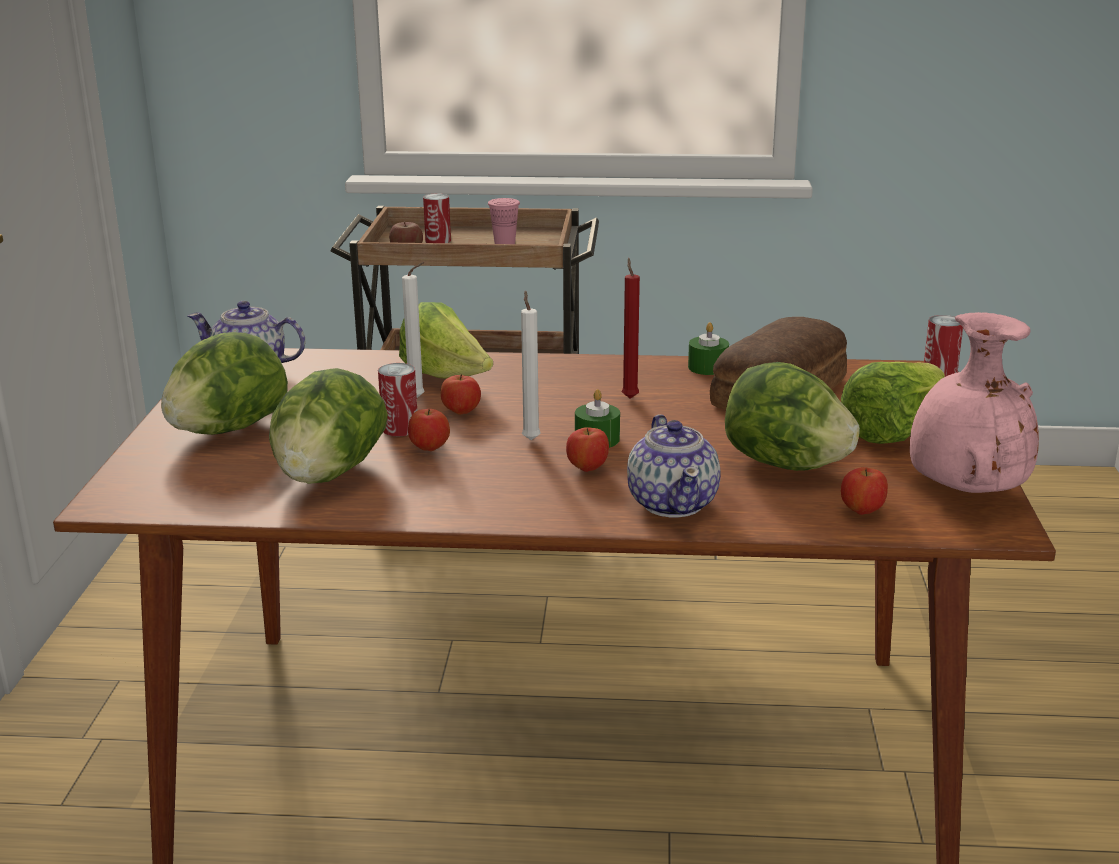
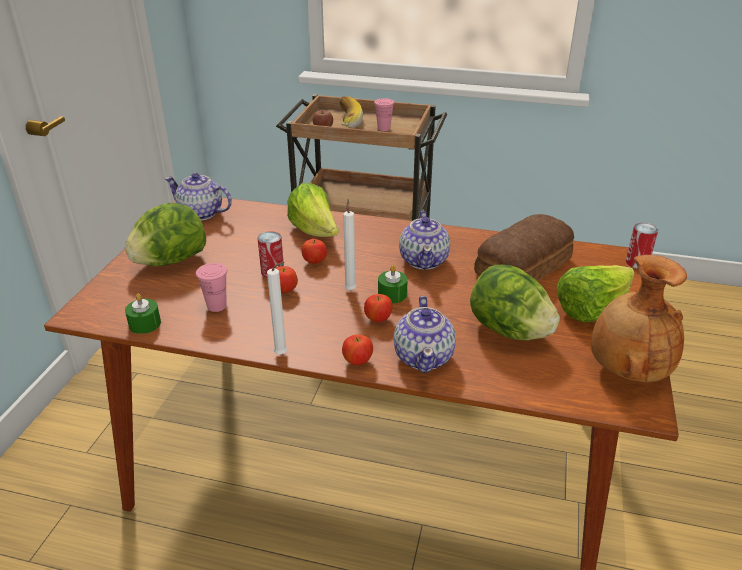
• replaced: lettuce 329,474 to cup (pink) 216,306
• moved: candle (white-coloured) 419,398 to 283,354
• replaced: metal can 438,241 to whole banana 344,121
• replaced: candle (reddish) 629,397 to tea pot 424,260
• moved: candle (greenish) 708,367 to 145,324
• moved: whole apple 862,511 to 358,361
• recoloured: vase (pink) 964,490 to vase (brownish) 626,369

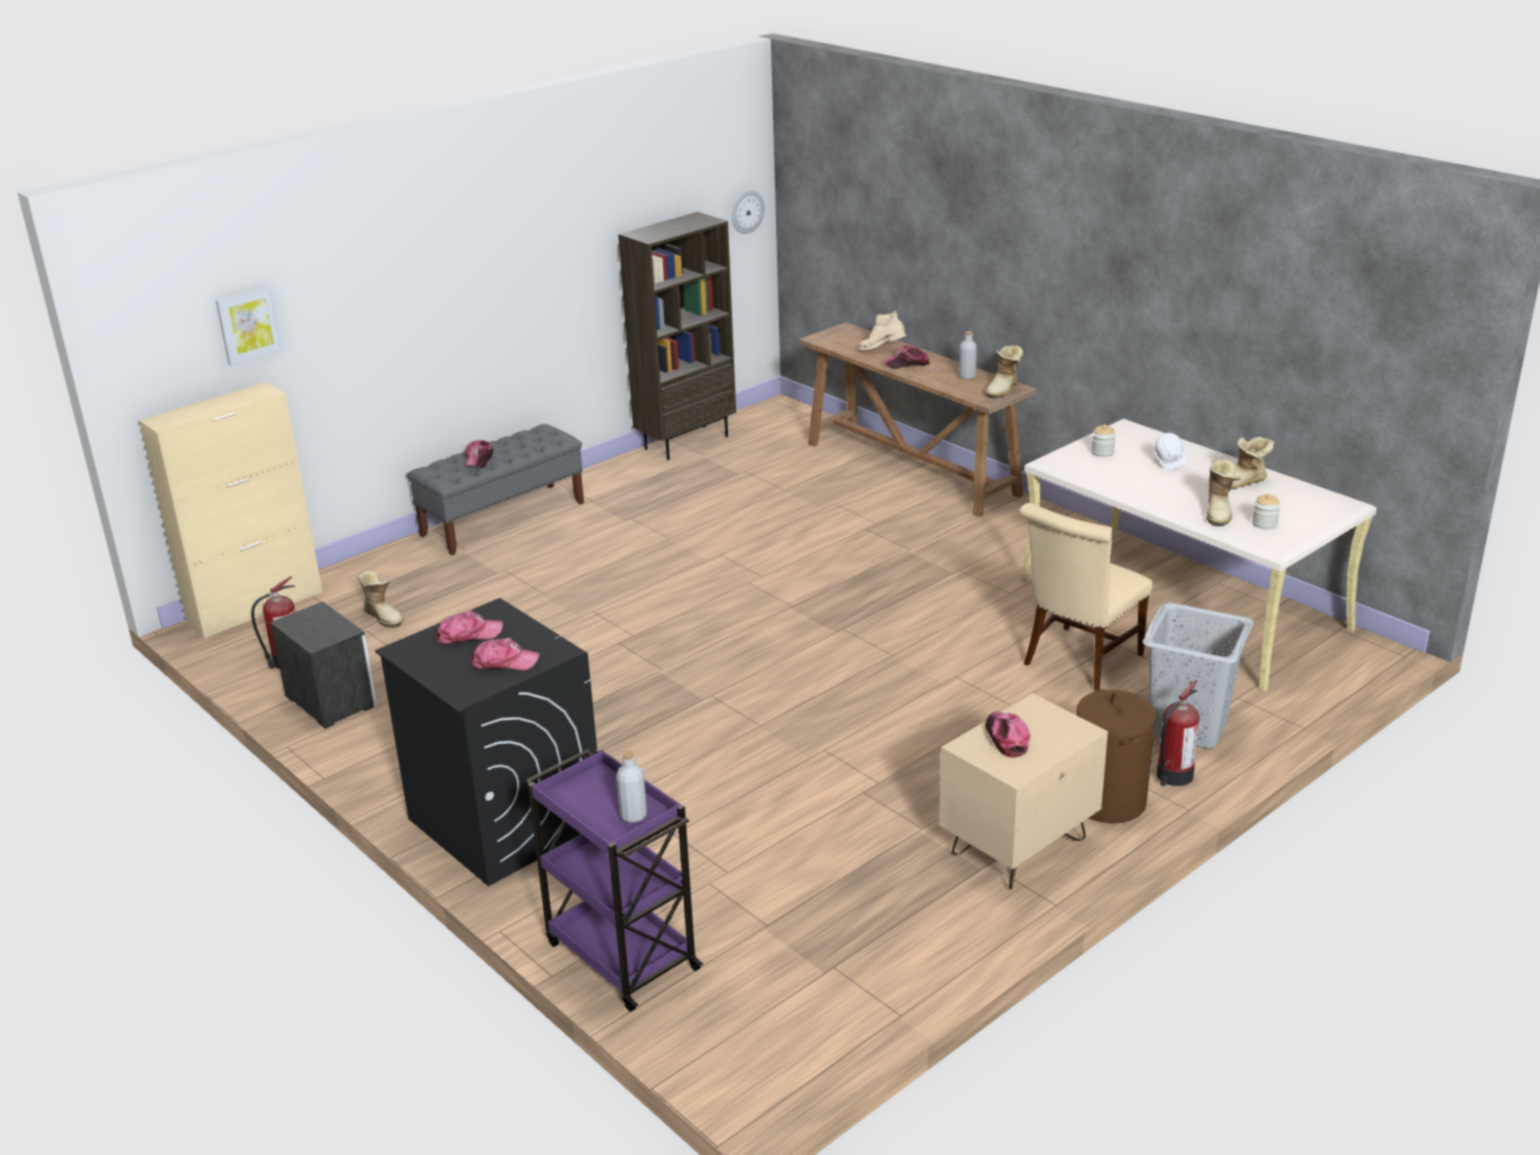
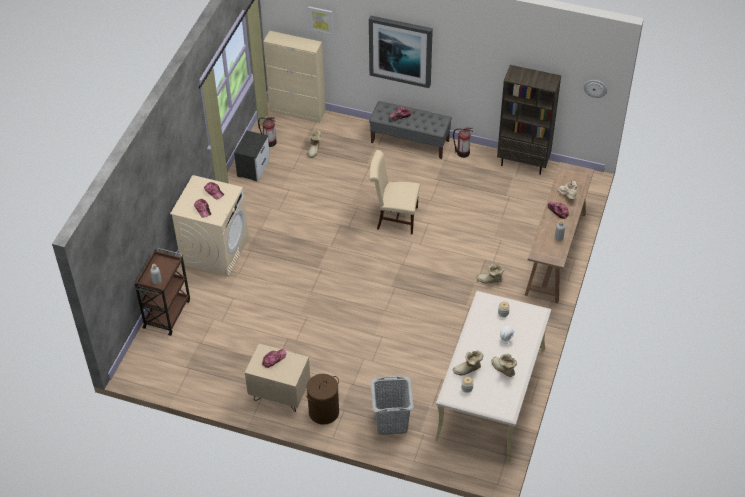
• recoloured: laundry appliance (blackish) 504,821 to laundry appliance (beige-coloured) 215,251
• recoloured: trolley (purple-coloured) 620,954 to trolley (brownish) 167,313
• moved: boot 1004,390 to 490,280
• moved: upright chair (beige-coloured) 1078,662 to 394,218
• moved: fire extinguisher 1173,776 to 462,152
• added: wall picture 401,50

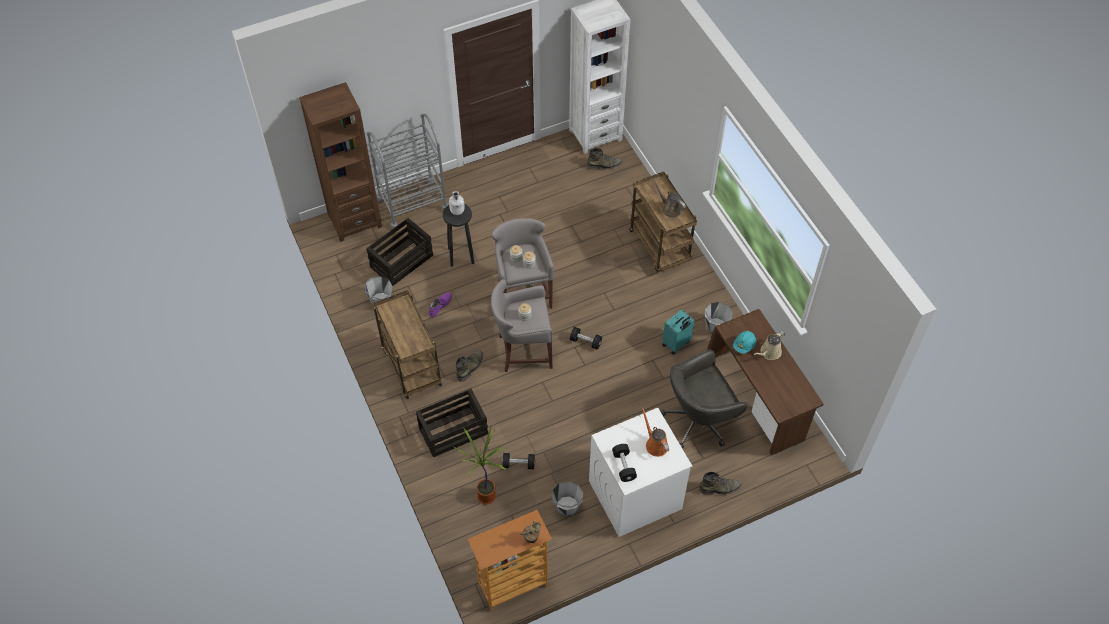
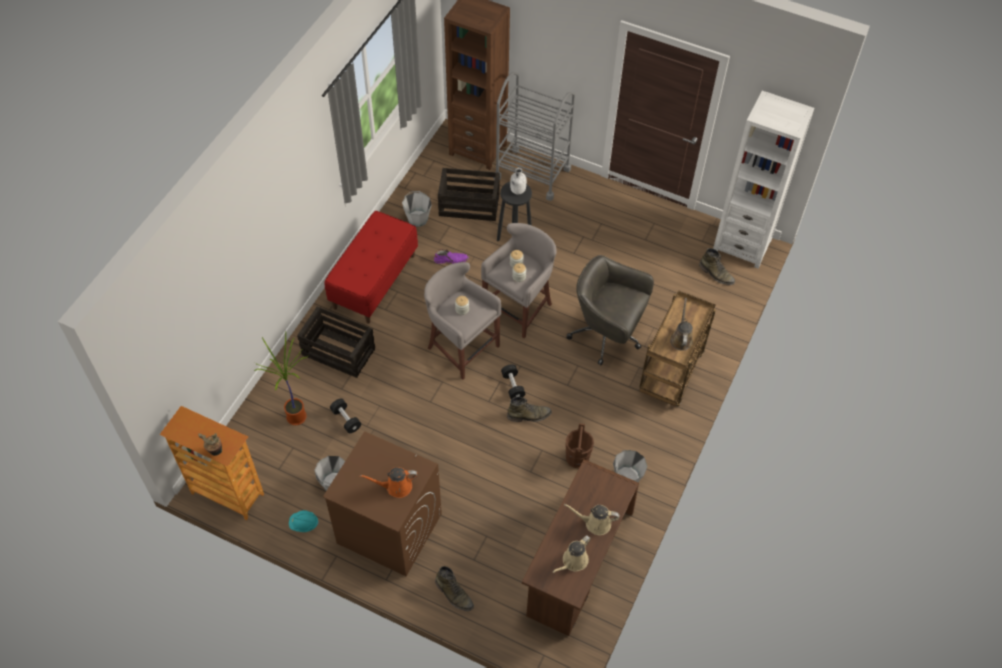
• replaced: trolley (brownish) 410,366 to bench (reddish) 374,281
• moved: boot (greenish) 470,367 to 529,415
• recoloured: laundry appliance (white-coloured) 634,495 to laundry appliance (brownish) 388,528
• removed: hand weight (blackish) 624,466
• turned: sprinkling can (orange) 655,444 = 396,487 120 degrees counterclockwise
• moved: office chair (gray) 699,420 to 607,335
• replaced: travel case (turquoise) 676,344 to water bucket (brownish) 577,458
• moved: hard hat (turquoise) 744,345 to 304,524
• added: sprinkling can (beige-coloured) 573,561

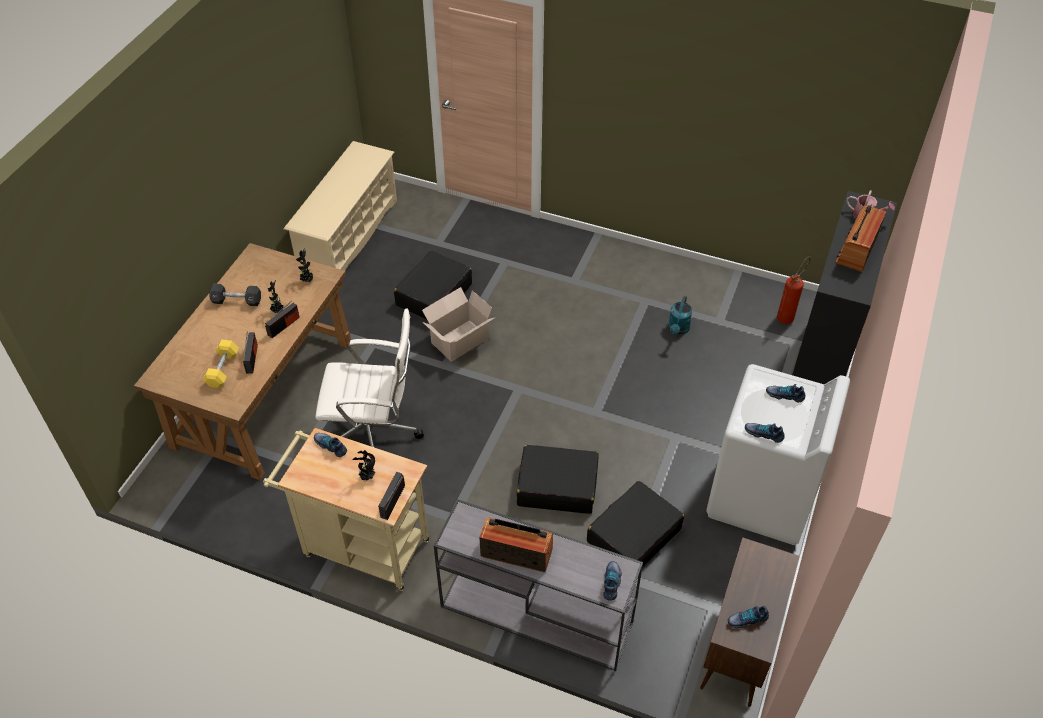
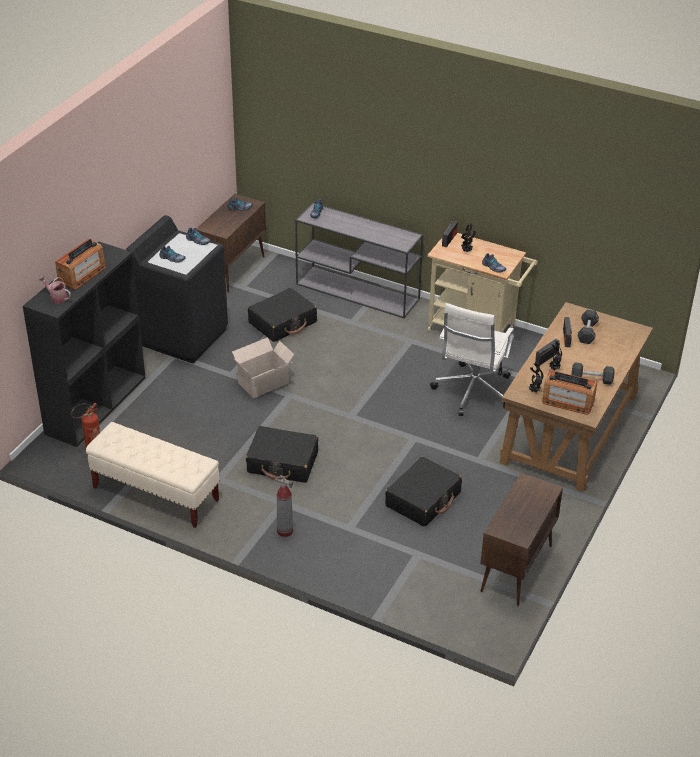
• recoloured: hand weight (yellowish) 223,369 to hand weight (blackish) 587,332
• replaced: shoe stand (beige-coloured) 348,236 to storage cabinet (brownish) 516,569
• turned: office chair (white-coloured) 374,435 = 472,392 75 degrees counterclockwise
• moved: cardboard box 458,341 to 265,383
• moved: radio 516,552 to 567,402
• moved: travel case (blackish) 557,486 to 283,462
• removed: sprinkling can (turquoise) 678,329
• recoloured: laundry appliance (white-coloured) 761,497 to laundry appliance (blackish) 182,336
• added: bench (beige-coloured) 155,494
• added: fire extinguisher 284,531

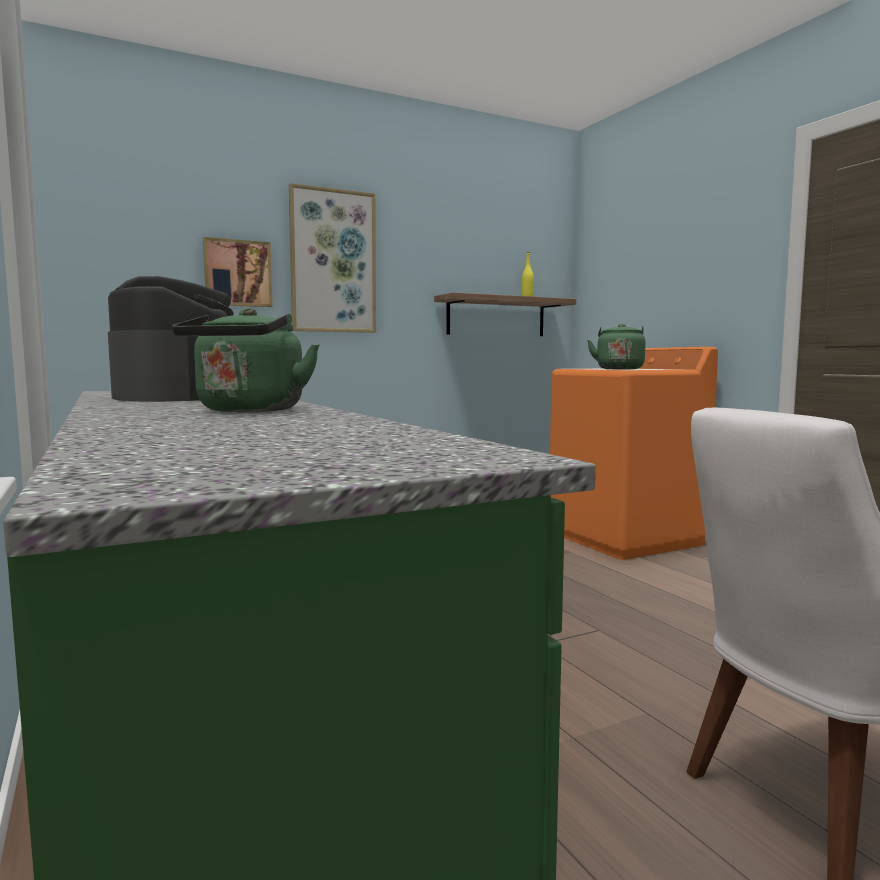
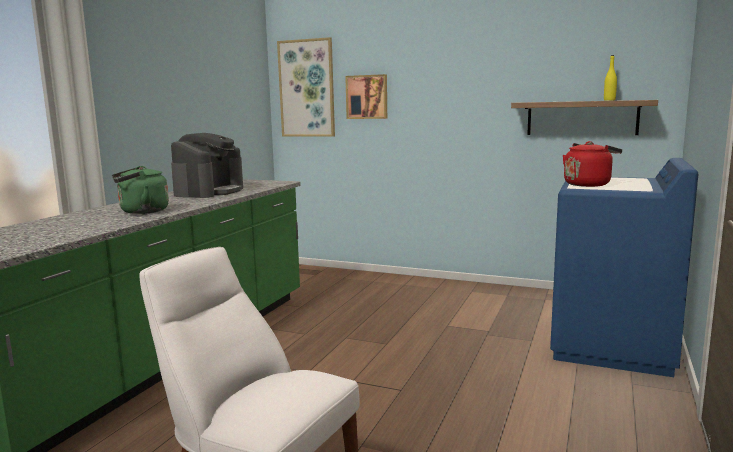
• moved: wall picture 333,261 to 307,88
• recoloured: laundry appliance (orange) 626,538 to laundry appliance (blue-coloured) 612,347
• recoloured: water kettle (greenish) 619,369 to water kettle (reddish) 588,184

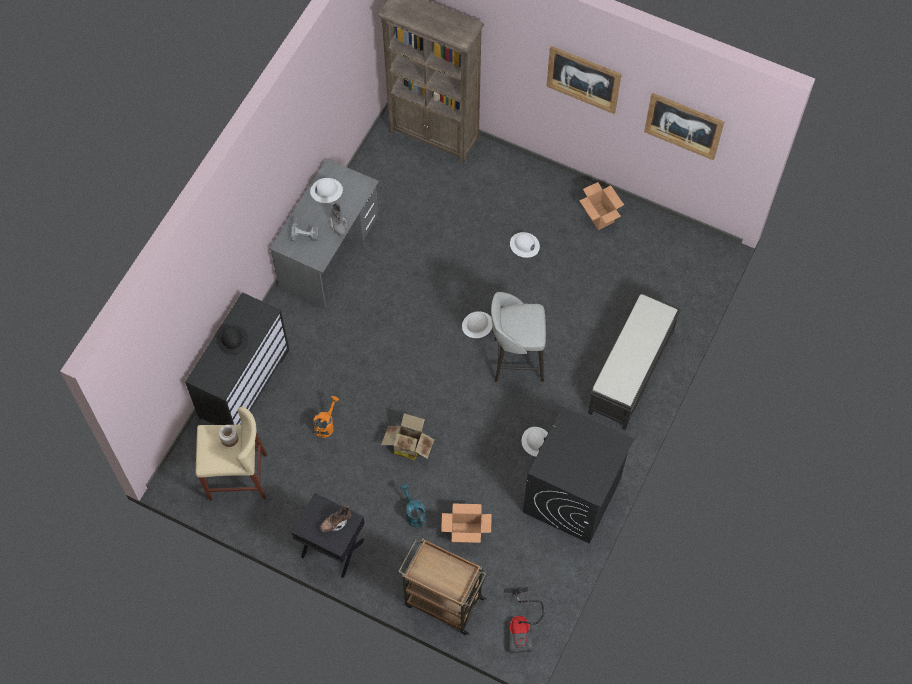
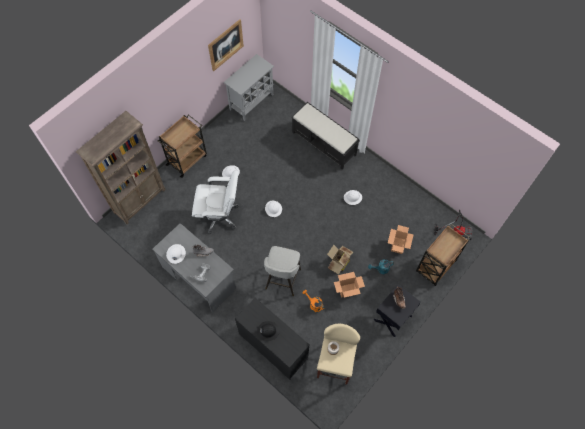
• moved: stool seat (gray) 516,360 to 282,280
• removed: laundry appliance (blackish) 572,496
• removed: wall picture 583,79
• moved: cardboard box 599,216 to 348,290
• added: trolley (brownish) 187,159
• added: office chair (white-coloured) 219,215
• added: storage cabinet (gray) 251,102

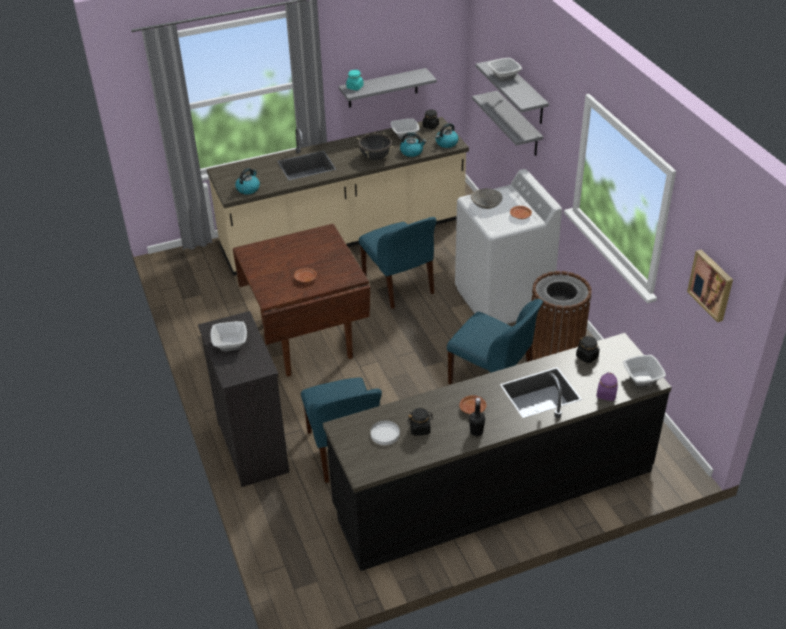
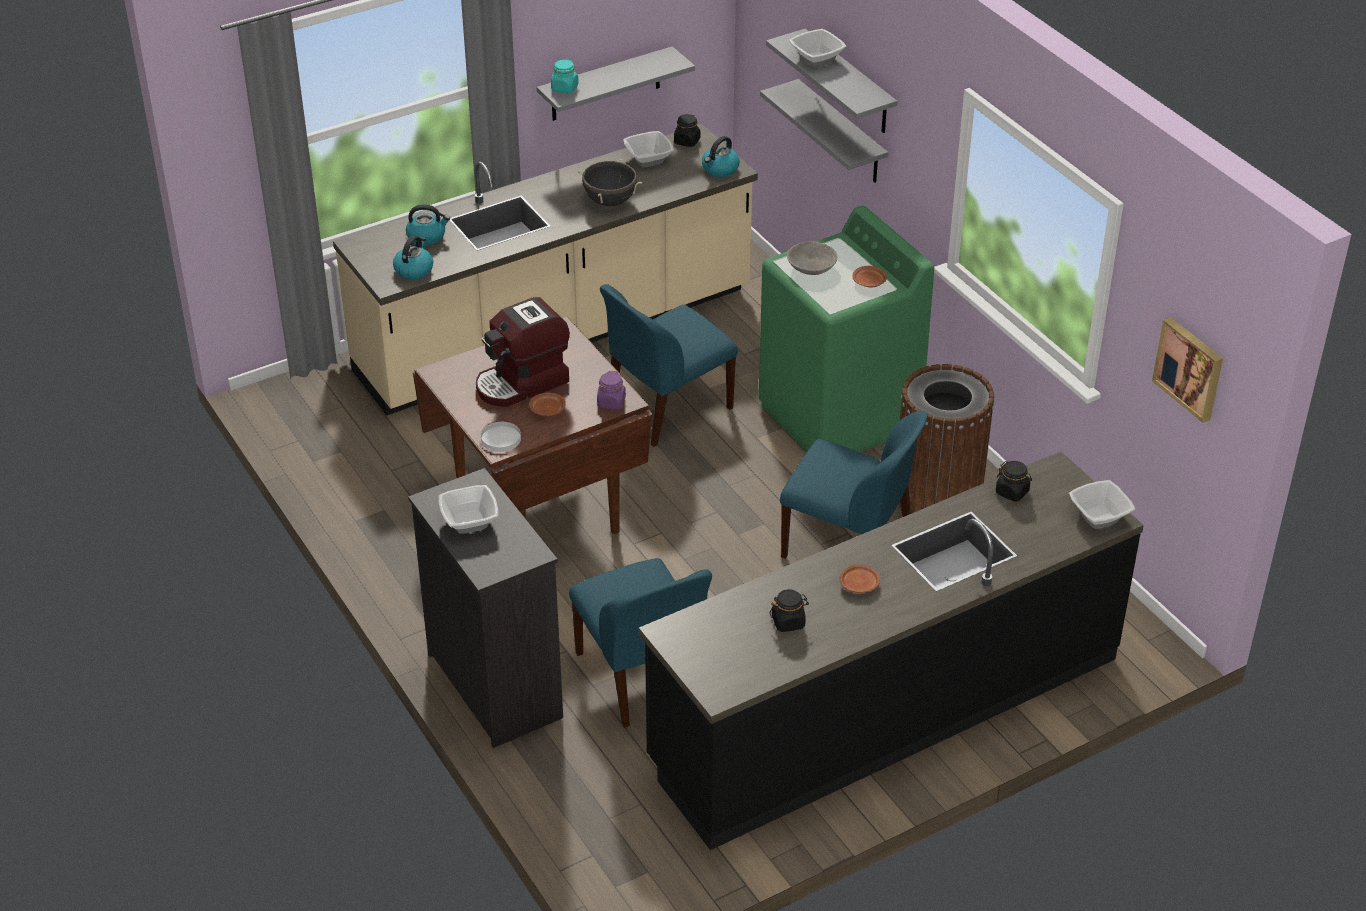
• turned: upright chair (blue-coloured) 399,285 = 666,409 90 degrees clockwise
• moved: plate (white-coloured) 385,434 to 500,438
• moved: water kettle 412,152 to 427,236
• recoloured: laundry appliance (white-coloured) 503,300 to laundry appliance (greenish) 839,417
• removed: bottle (blackish) 476,432
• moved: jar (purple-coloured) 606,394 to 611,402
• added: coffee brewer 522,383

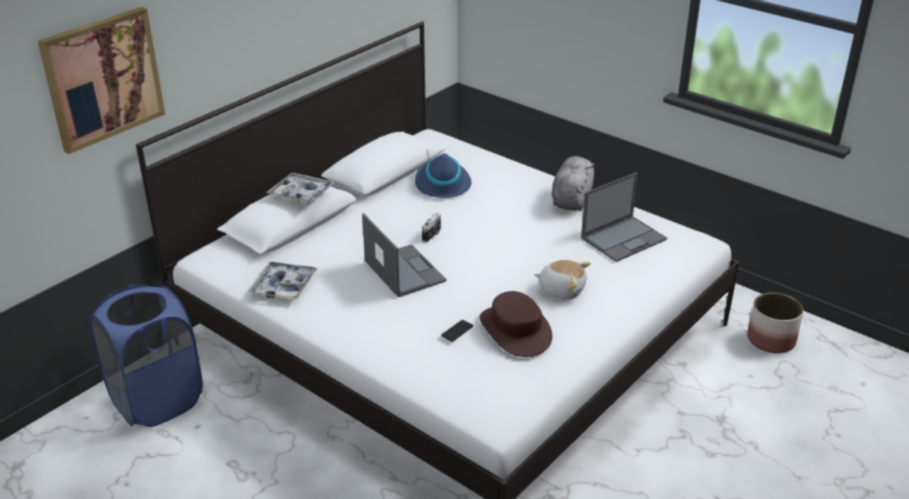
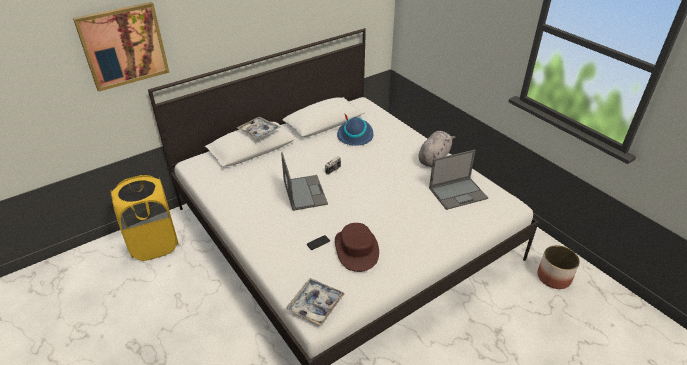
• recoloured: hamper (blue-coloured) 157,400 to hamper (yellowish) 154,244
• moved: tray 284,286 to 315,304
• removed: plush toy 561,289

